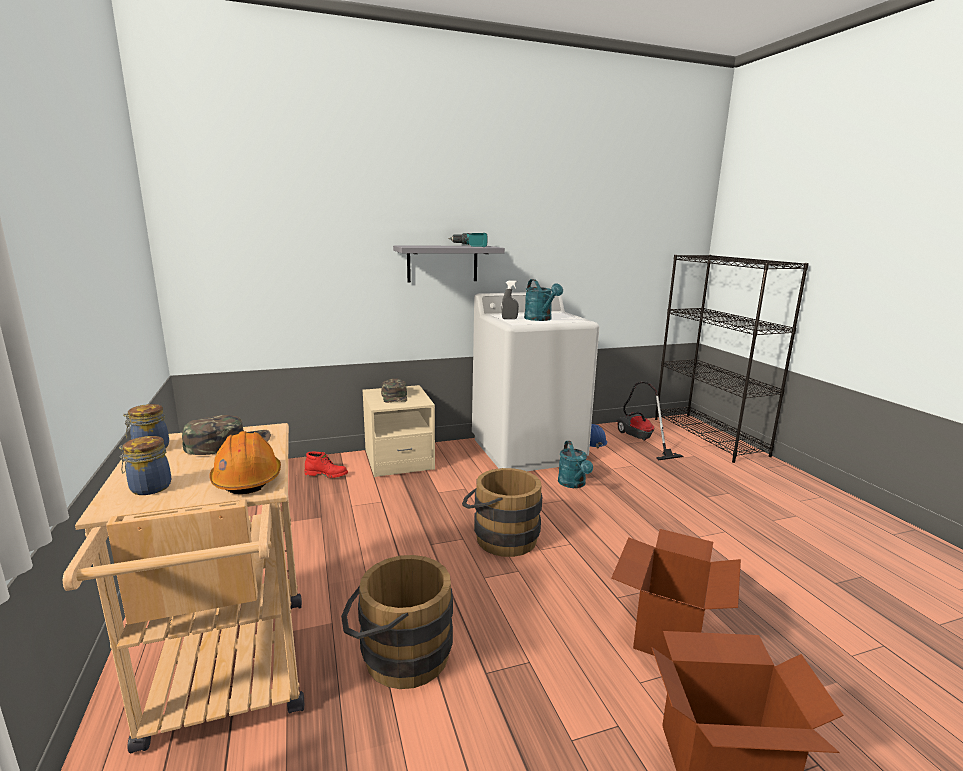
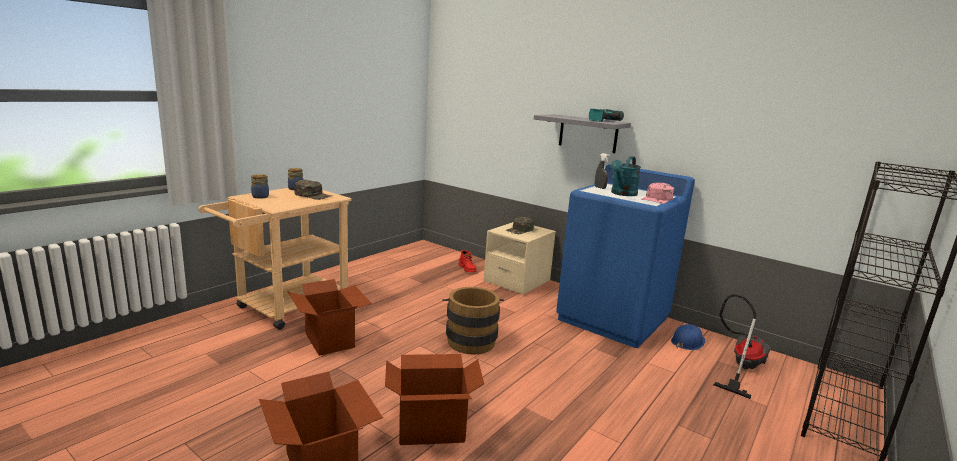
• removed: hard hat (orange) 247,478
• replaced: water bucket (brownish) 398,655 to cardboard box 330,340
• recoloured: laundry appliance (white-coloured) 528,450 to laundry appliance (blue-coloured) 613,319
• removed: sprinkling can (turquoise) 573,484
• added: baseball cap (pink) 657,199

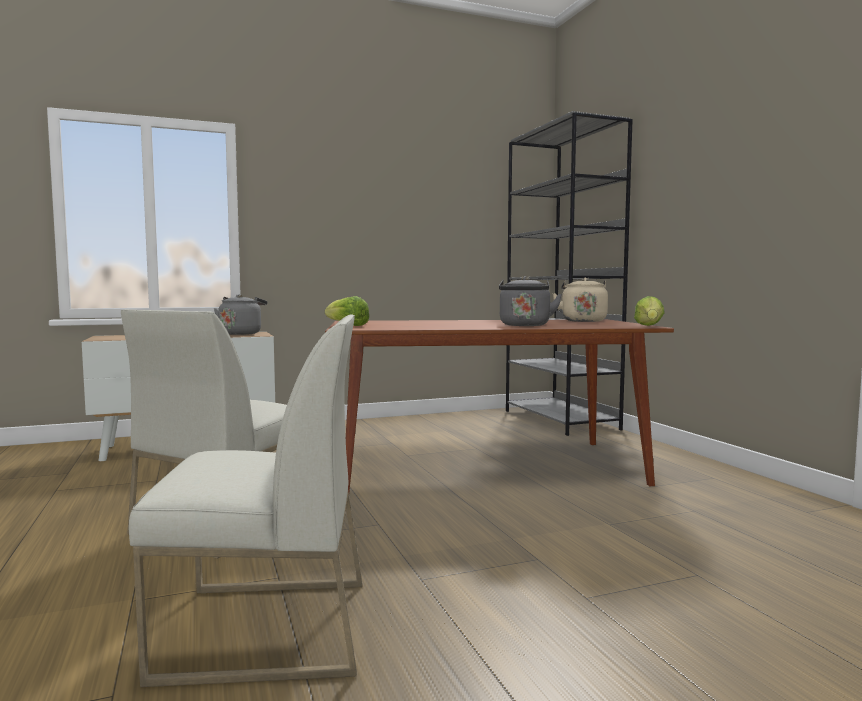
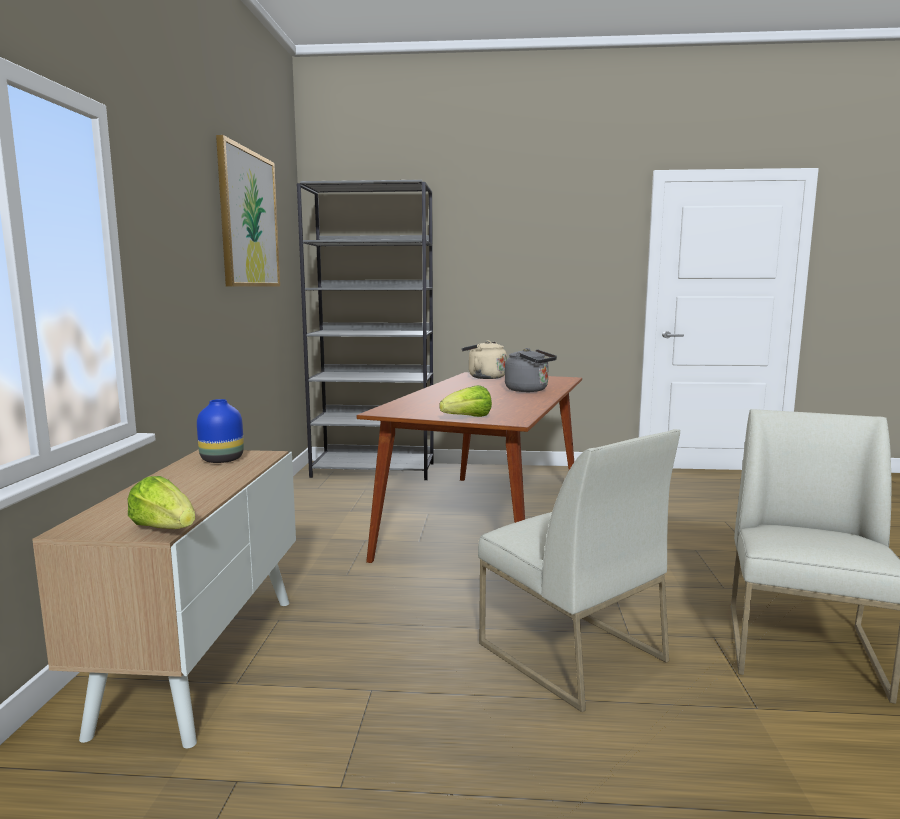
• replaced: water kettle (gray) 241,333 to vase (blue-coloured) 222,459
• moved: lettuce 649,326 to 165,529
• added: wall picture 248,219

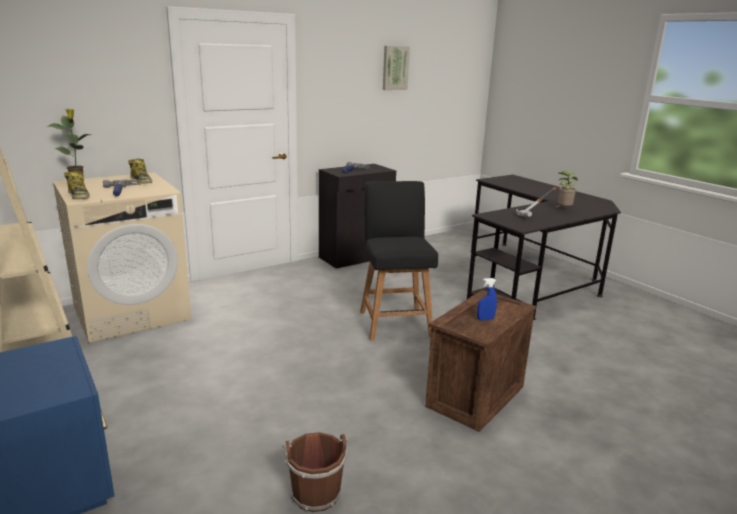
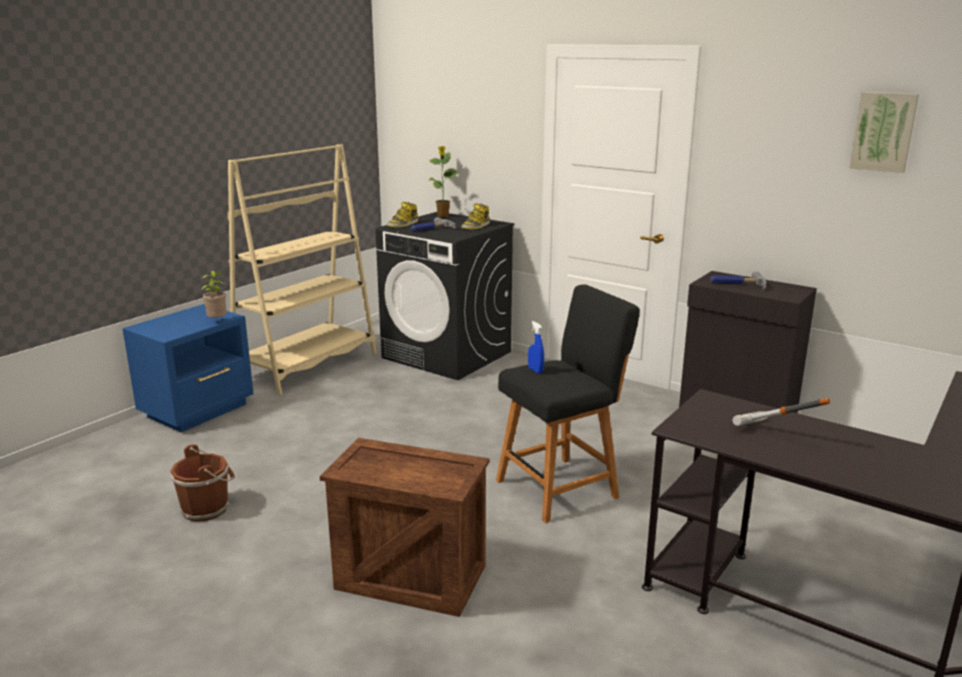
• recoloured: laundry appliance (beige-coloured) 132,312 to laundry appliance (blackish) 447,355
• moved: hand sprayer (blue-coloured) 485,319 to 535,370
• moved: houseplant 563,209 to 218,321

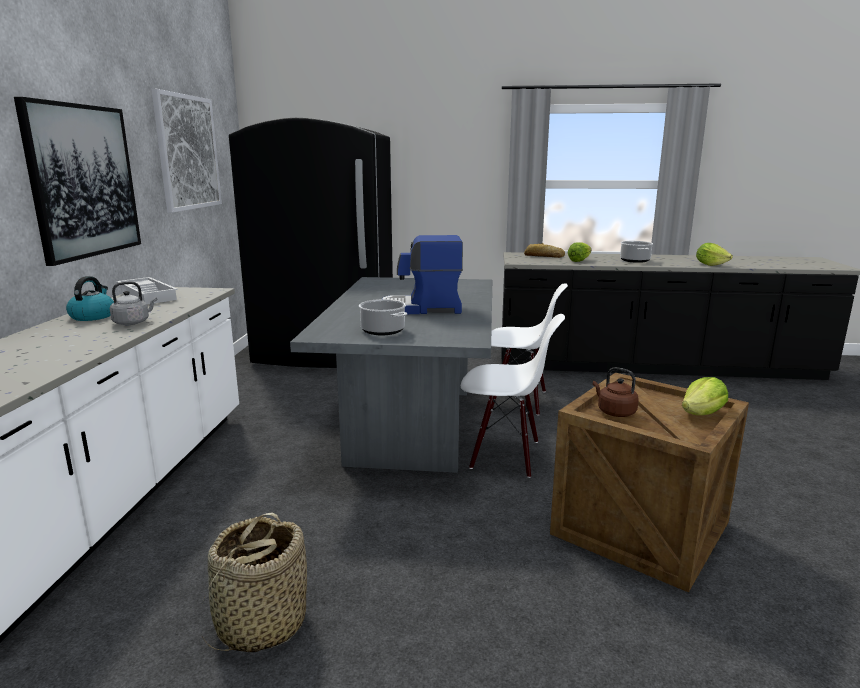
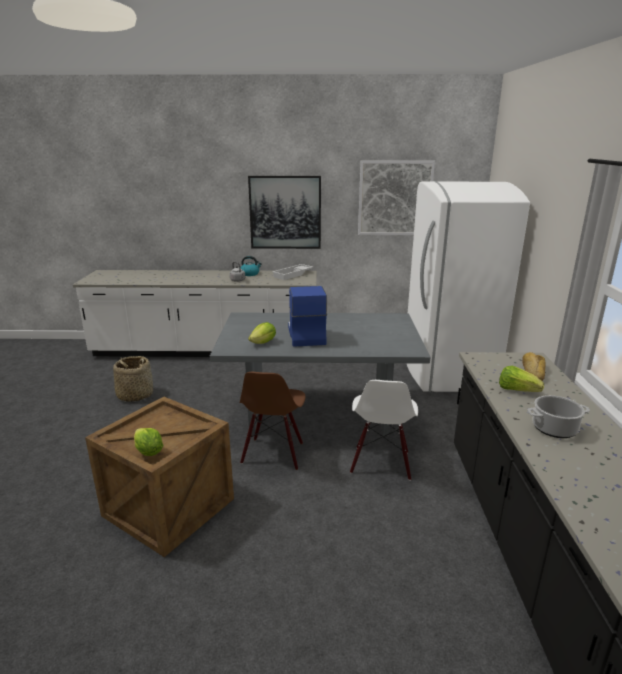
• recoloured: refrigerator (blackish) 325,354 to refrigerator (white-coloured) 445,369
• removed: stockpot 383,331
• recoloured: upright chair (white-coloured) 505,455 to upright chair (brownish) 273,453
• removed: water kettle (brownish) 614,412
• moved: lettuce 710,265 to 263,343

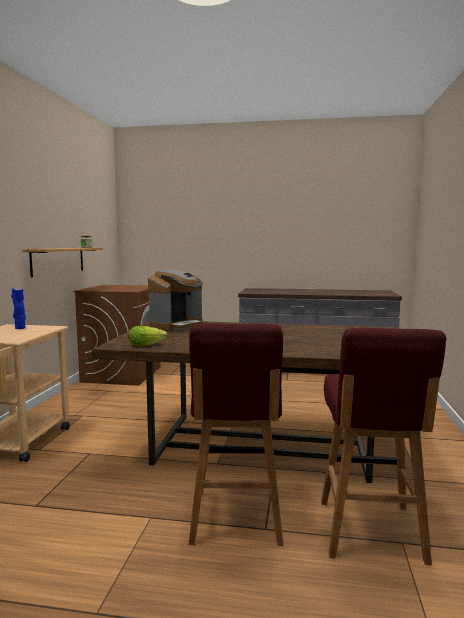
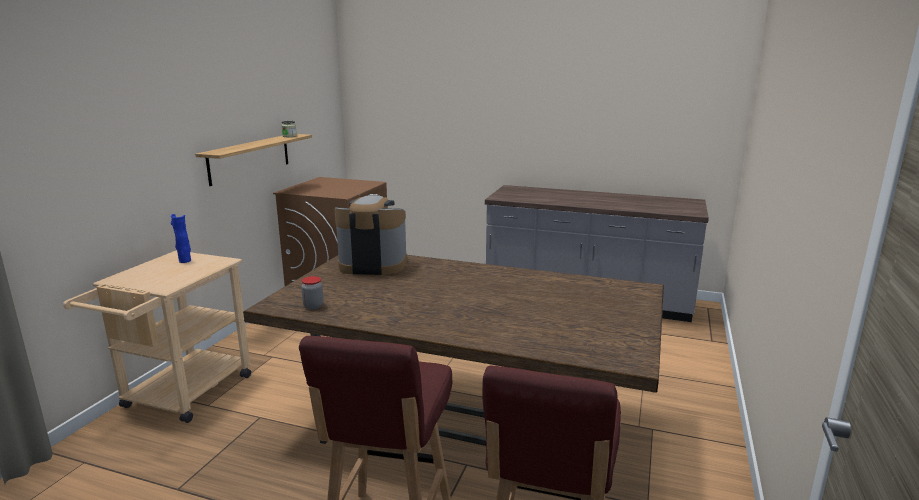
• replaced: lettuce 148,344 to jar 313,306
• turned: coffee brewer 177,326 = 373,265 135 degrees counterclockwise

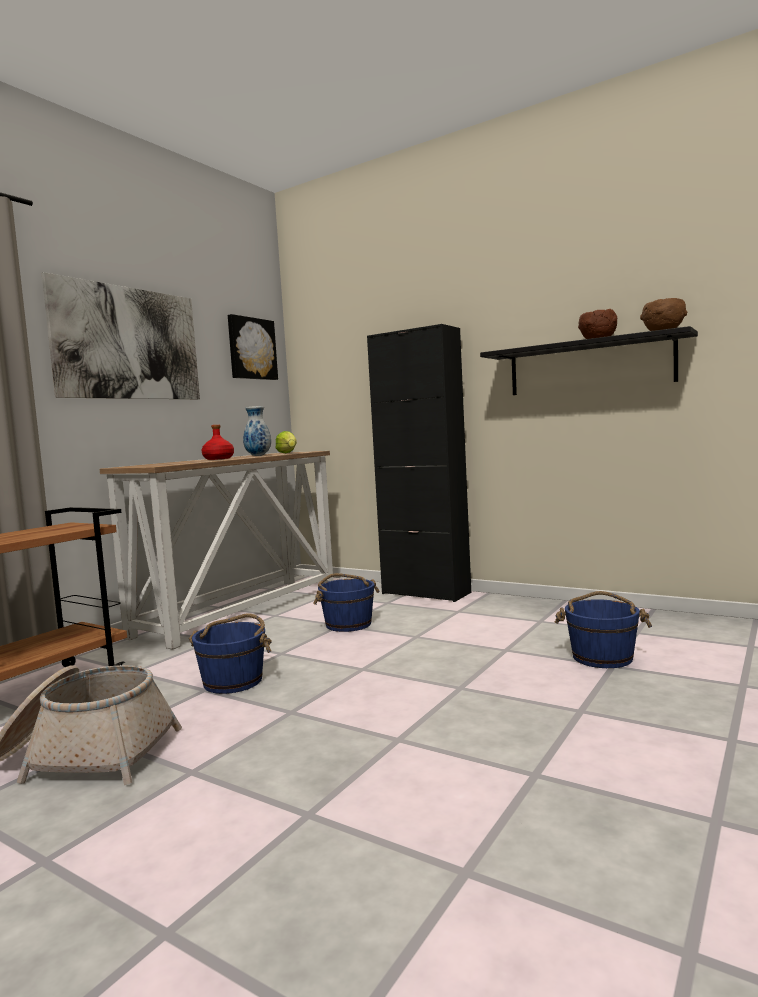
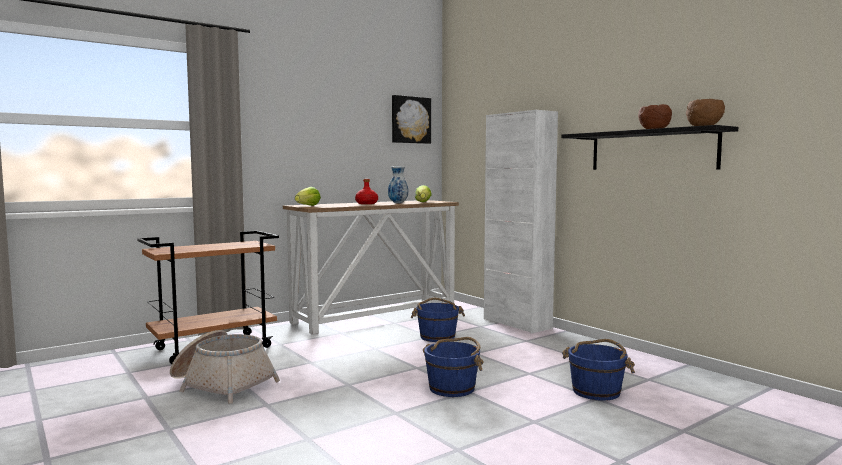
• removed: wall picture 128,343
• moved: water bucket (blue-coloured) 234,681 to 452,388
• recoloured: storage cabinet (blackish) 426,593 to storage cabinet (white-coloured) 516,323
• added: lettuce 307,206

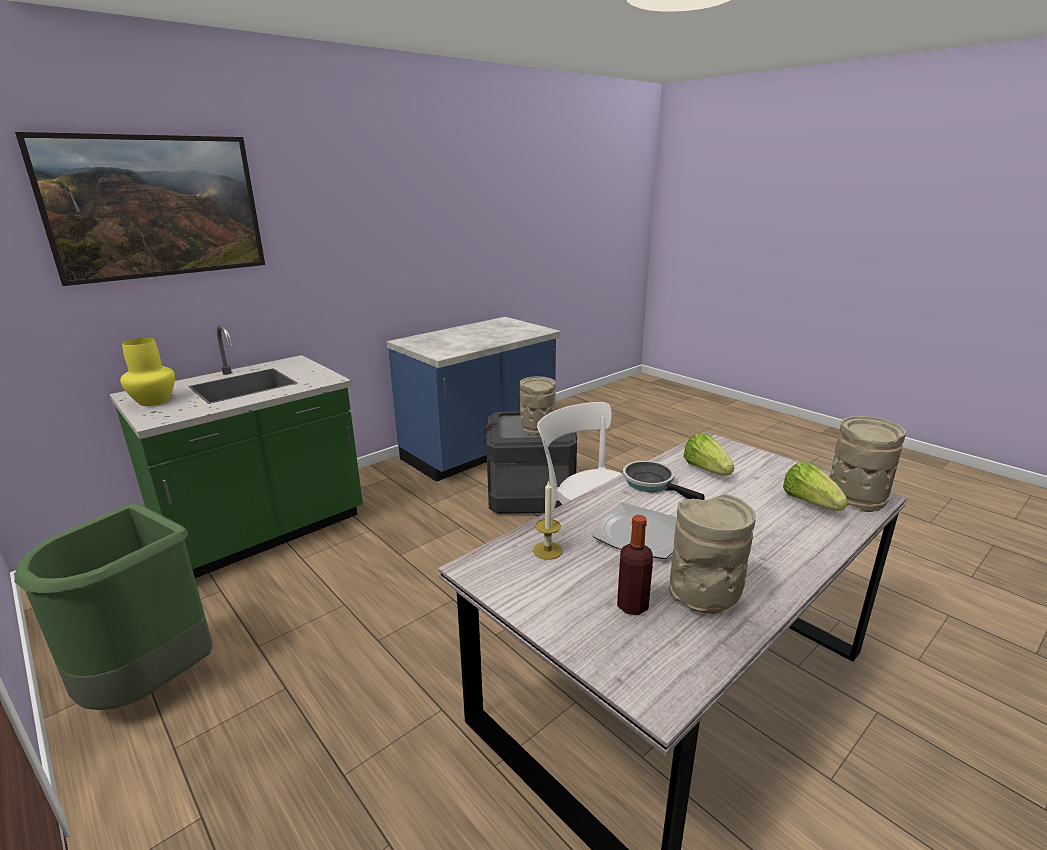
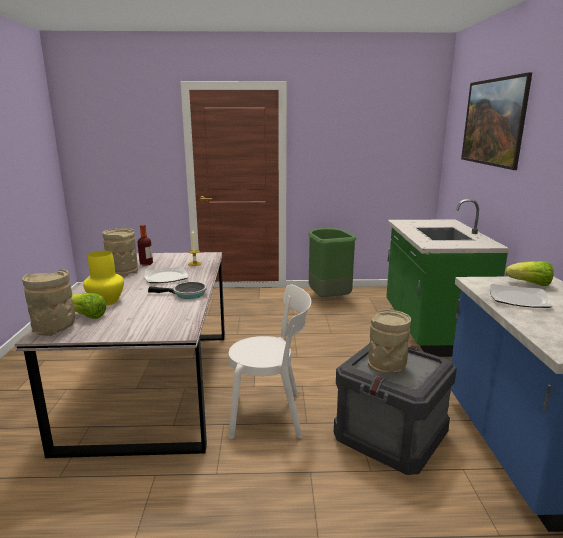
• moved: vase (yellowish) 153,401 to 106,301
• moved: lettuce 706,470 to 530,284
• added: plate 519,299

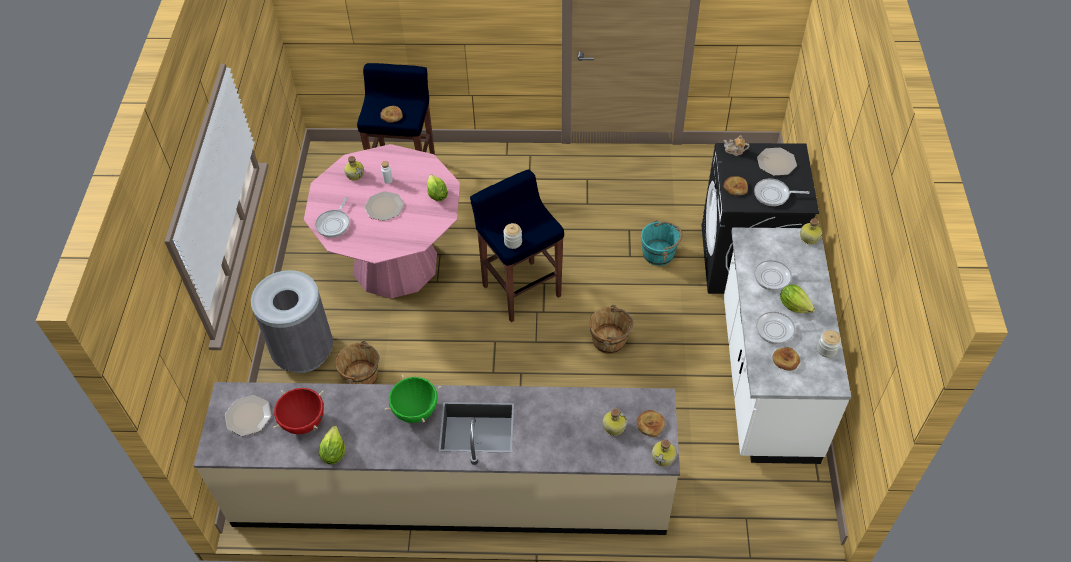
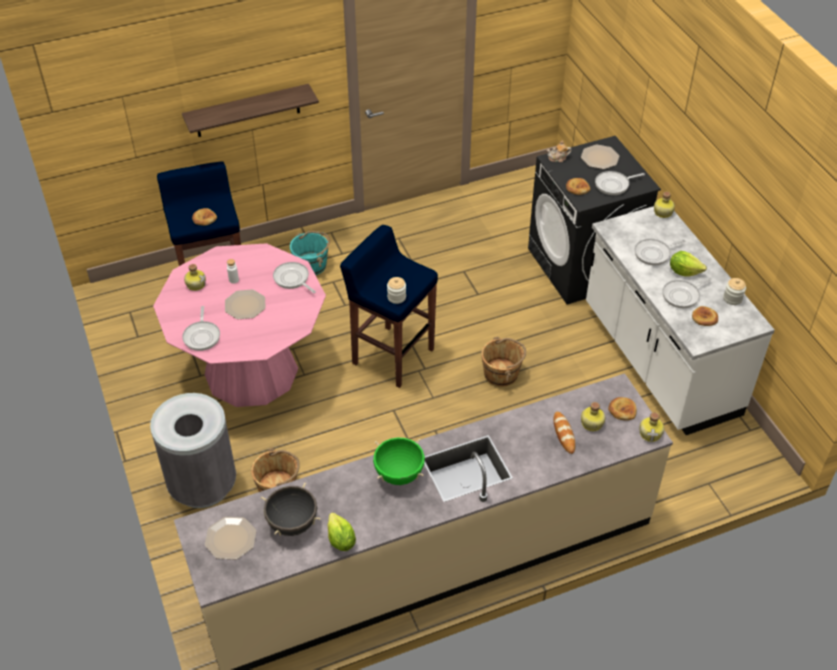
• recoloured: stockpot (reddish) 303,422 to stockpot (blackish) 292,523
• replaced: lettuce 437,195 to frying pan 292,279
• moved: water bucket (turquoise) 659,253 to 311,265
• added: shelf 247,111
• added: bread 564,434

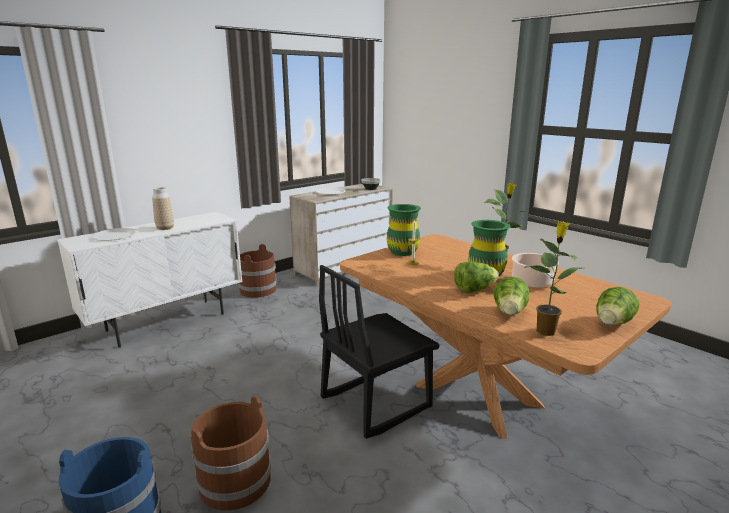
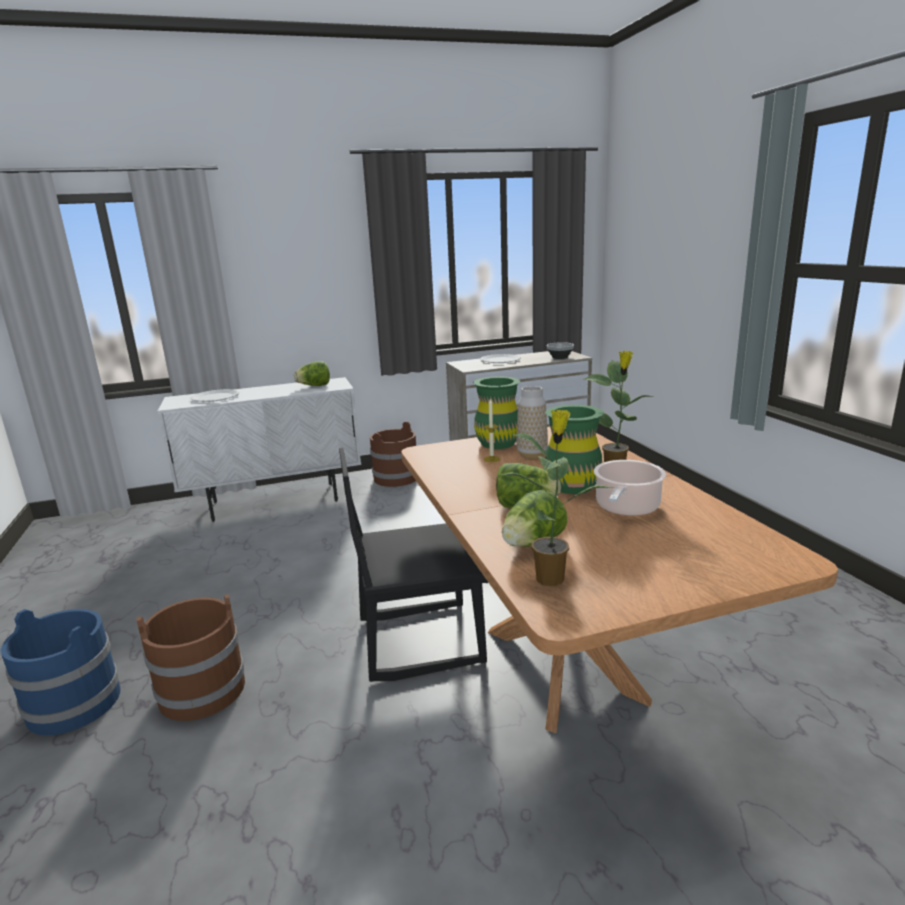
• moved: vase 165,228 to 532,455
• moved: lettuce 612,324 to 314,386

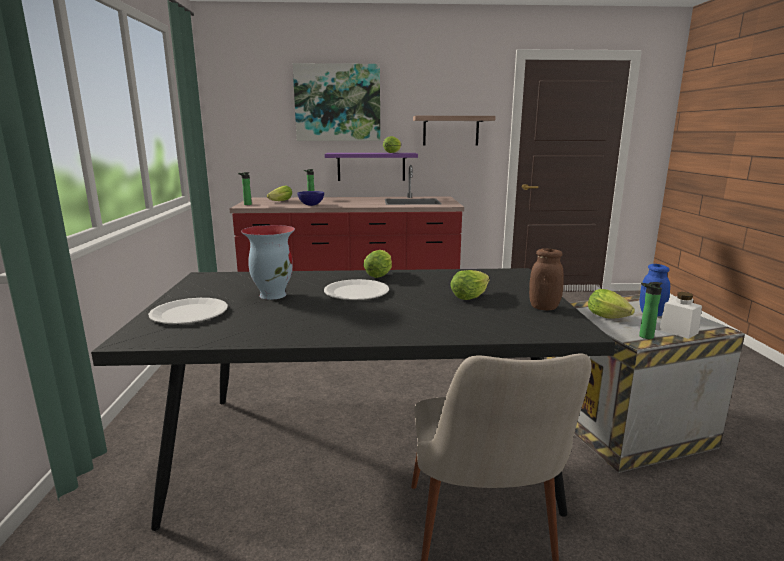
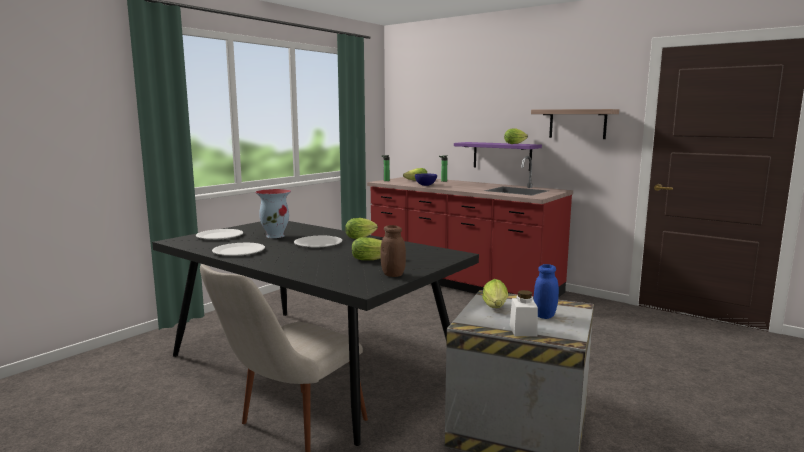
• removed: wall picture 337,103
• removed: bottle 644,336
• added: plate (white-coloured) 239,251

